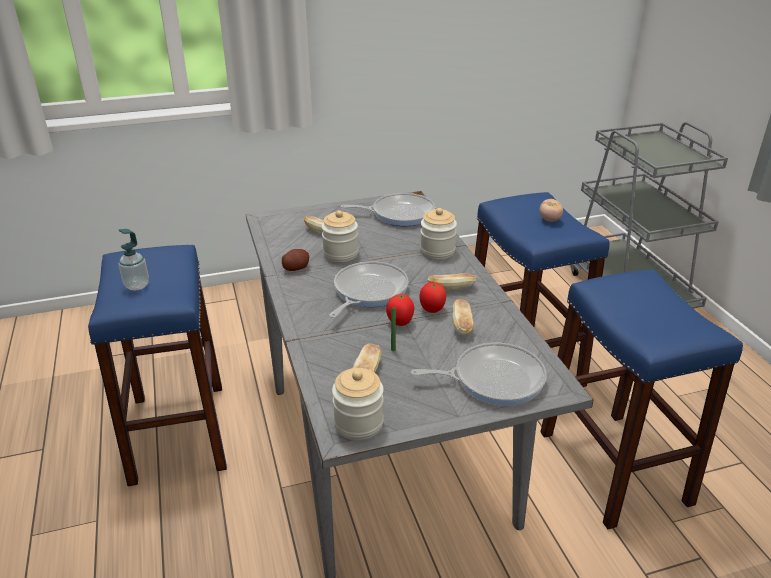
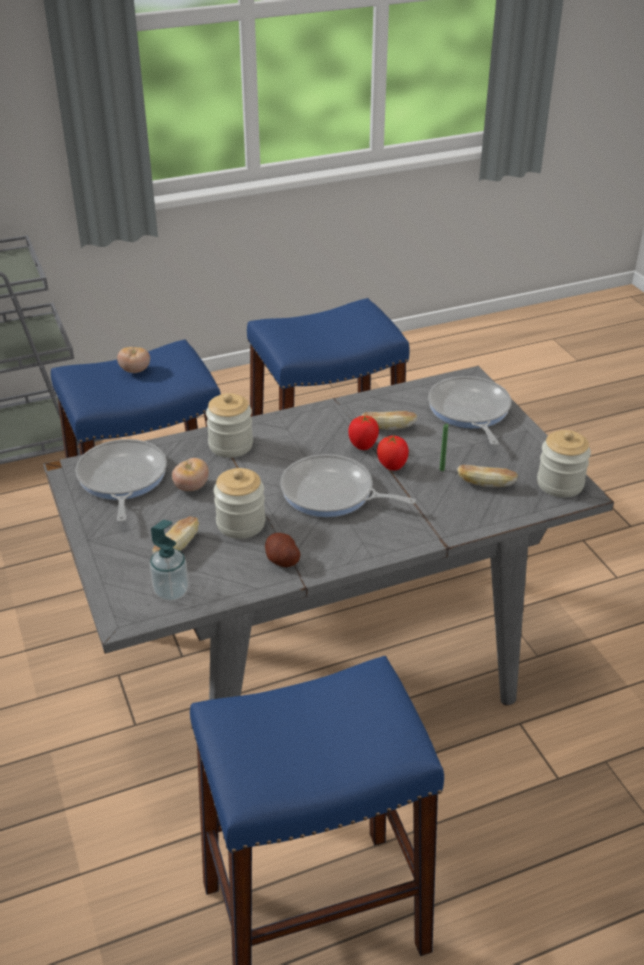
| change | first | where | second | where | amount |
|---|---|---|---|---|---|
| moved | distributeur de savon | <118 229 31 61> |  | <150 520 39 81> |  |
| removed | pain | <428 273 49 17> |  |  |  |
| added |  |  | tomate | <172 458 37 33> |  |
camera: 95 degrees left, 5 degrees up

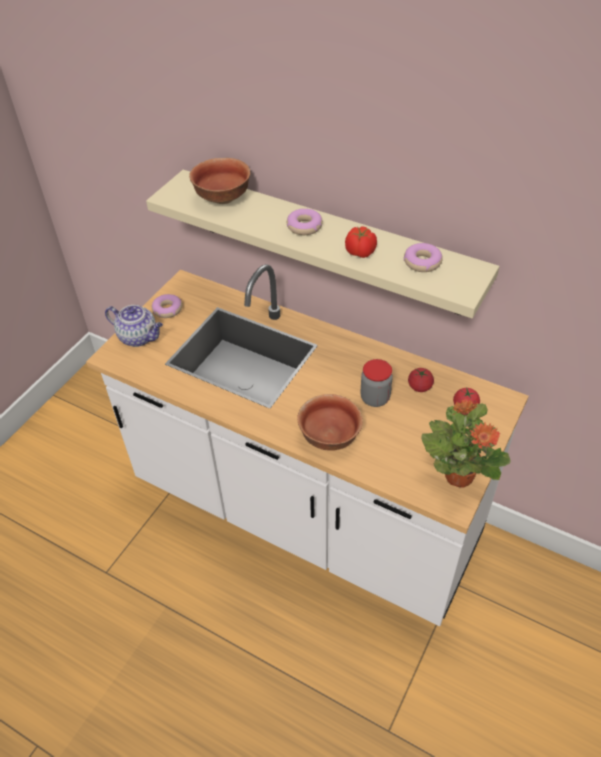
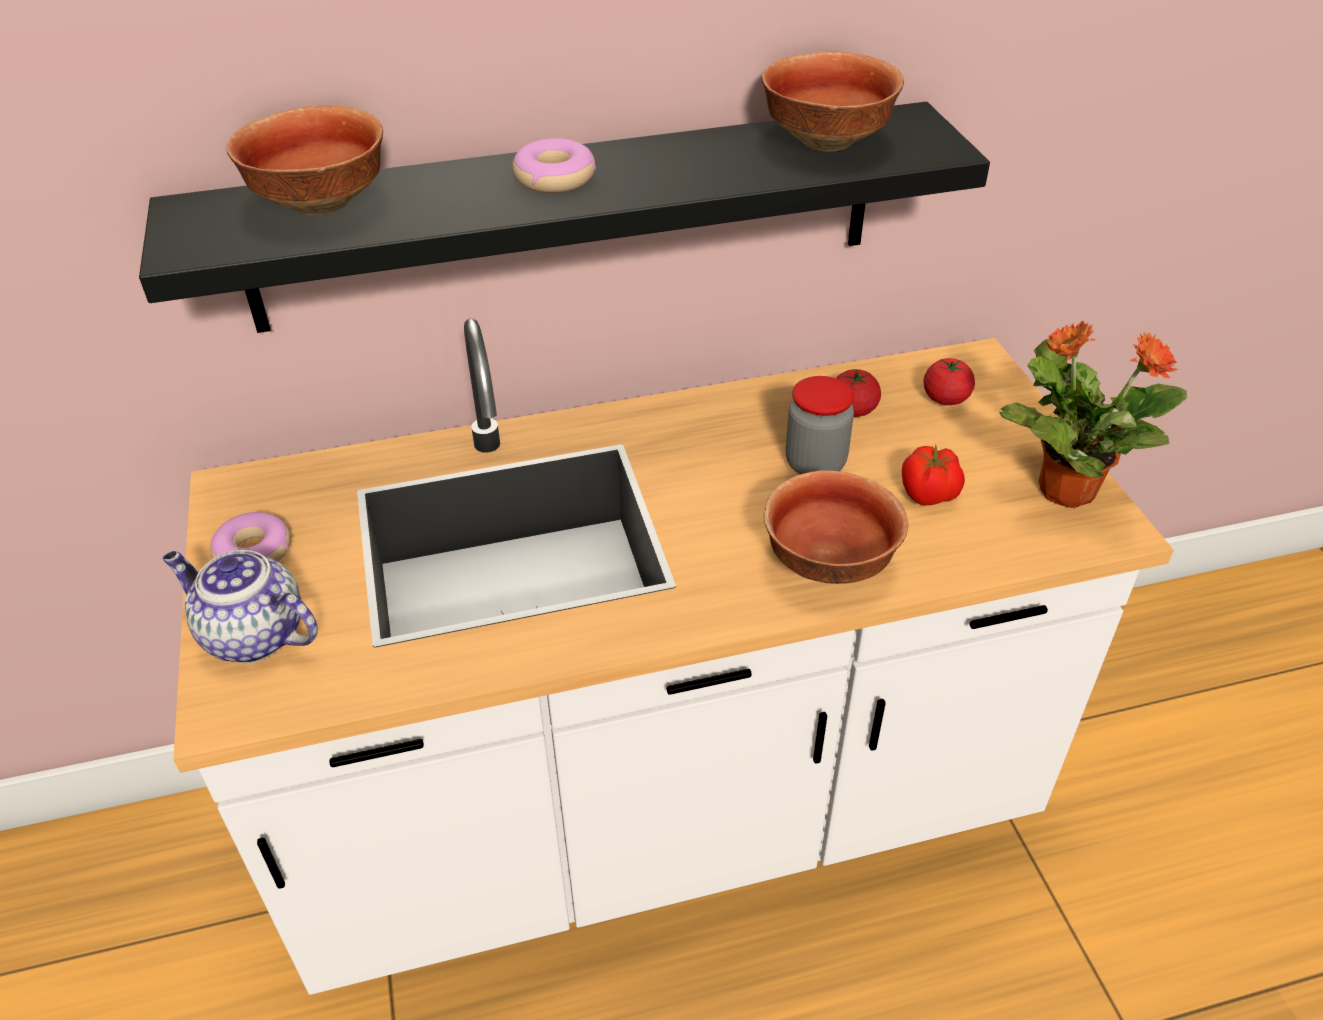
| change | first | where | second | where | amount |
|---|---|---|---|---|---|
| recoloured | étagère (beige) | <146 170 353 148> | étagère (noir) | <139 102 851 231> |  |
| moved | tomate | <345 226 32 32> |  | <902 444 63 61> |  |
| replaced | beignet | <404 243 39 29> | bol | <762 52 142 100> |  |
| turned | théière | <105 305 58 42> |  | <162 550 156 113> | 135 degrees counterclockwise |
camera: 45 degrees left, 5 degrees down

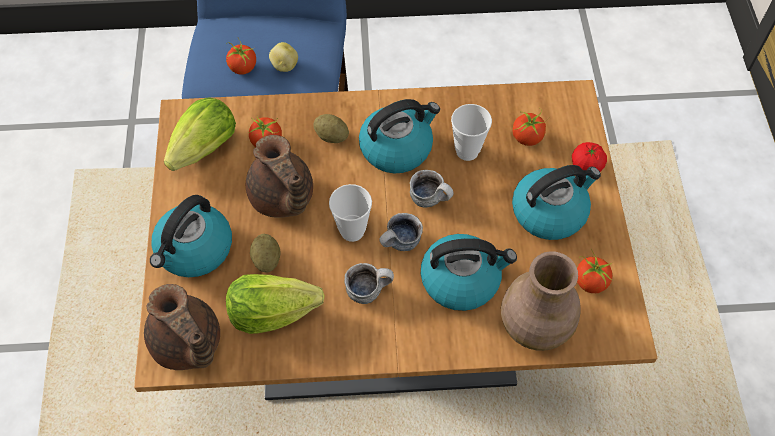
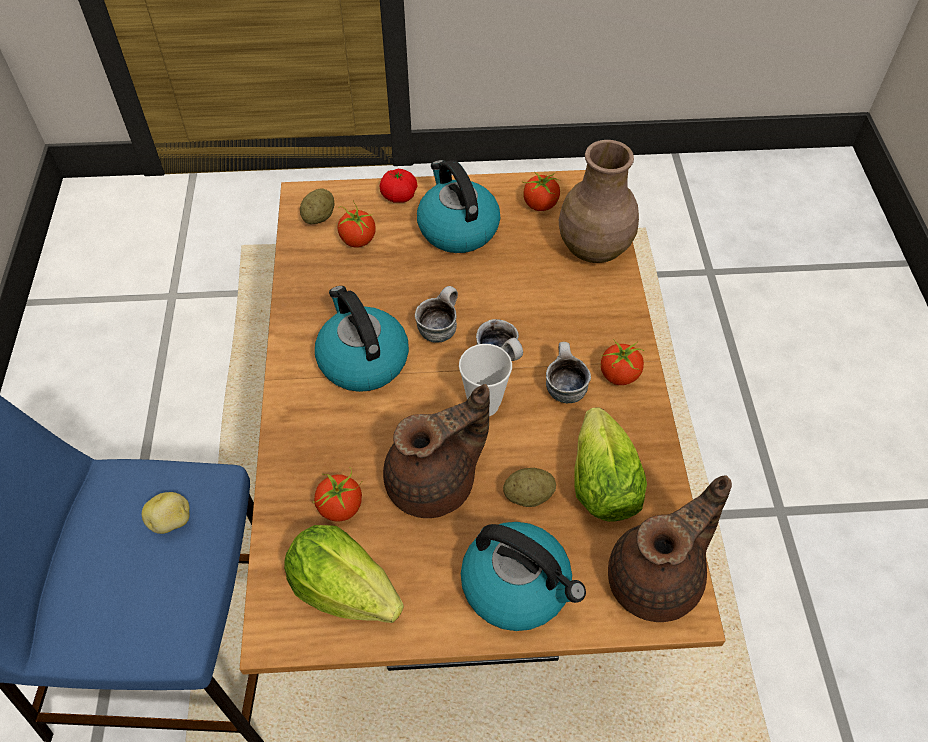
| change | first | where | second | where | amount |
|---|---|---|---|---|---|
| moved | tomate | <226 38 30 37> |  | <601 340 43 45> |  |
| removed | tasse | <451 104 41 57> |  |  |  |
| moved | pomme de terre | <313 114 36 29> |  | <300 189 34 35> |  |
| removed | bouilloire | <421 234 96 77> |  |  |  |
camera: 90 degrees left, 5 degrees down

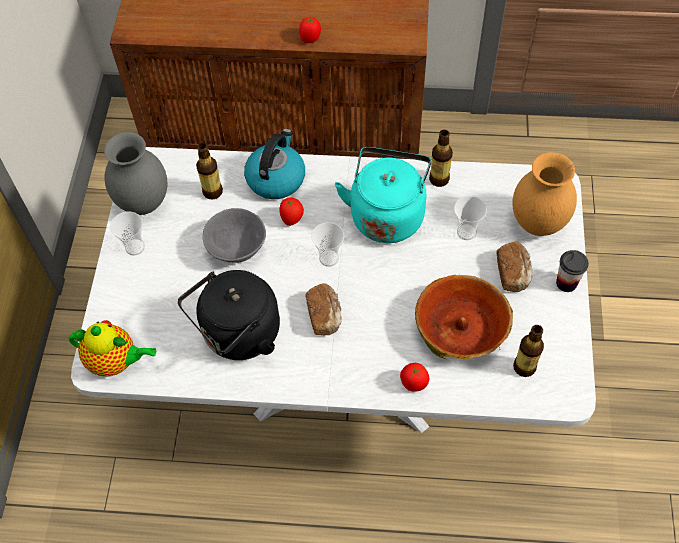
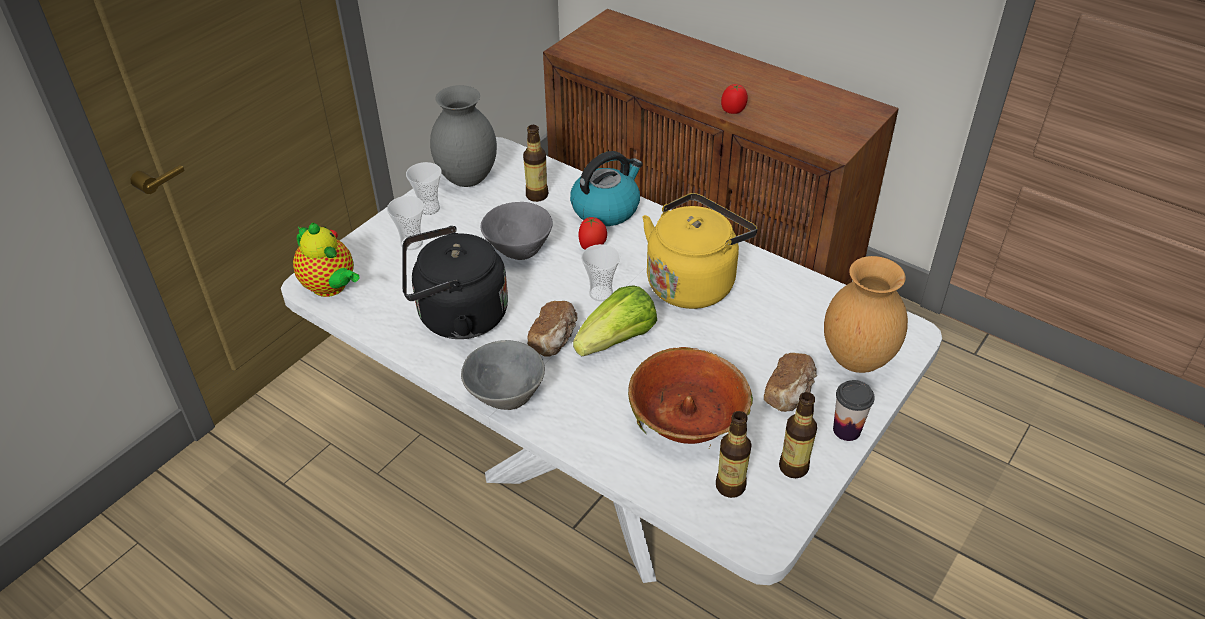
| change | first | where | second | where | amount |
|---|---|---|---|---|---|
| moved | bouteille | <429 130 24 57> |  | <779 392 38 86> |  |
| recoloured | bouilloire (turquoise) | <335 147 96 96> | bouilloire (jaune) | <642 193 115 116> |  |
| moved | tasse | <454 196 33 44> |  | <387 196 37 54> |  |
| removed | tomate | <400 363 29 29> |  |  |  |
| added |  |  | laitue | <573 285 84 72> |  |
| added |  |  | bol (gris) | <461 340 84 70> |  |
camera: 30 degrees right, 15 degrees down

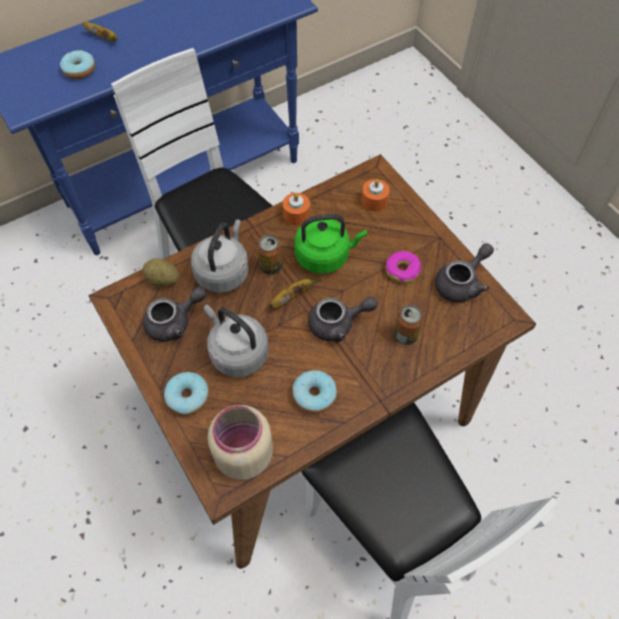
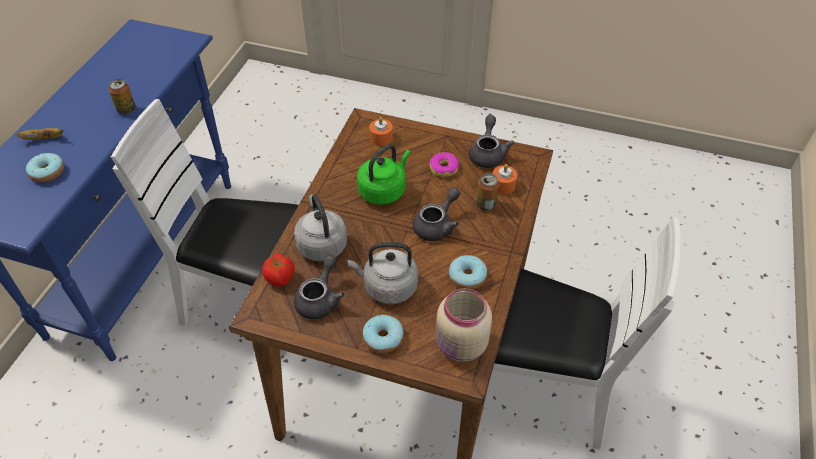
| change | first | where | second | where | amount |
|---|---|---|---|---|---|
| moved | bougie (orange) | <283 193 27 32> |  | <492 164 25 30> |  |
| moved | boîte métallique | <257 235 25 40> |  | <109 79 27 35> |  |
| replaced | pomme de terre | <143 258 36 29> | tomate | <262 254 33 33> |  |
| removed | banane | <270 279 51 29> |  |  |  |
camera: 40 degrees left, 10 degrees down

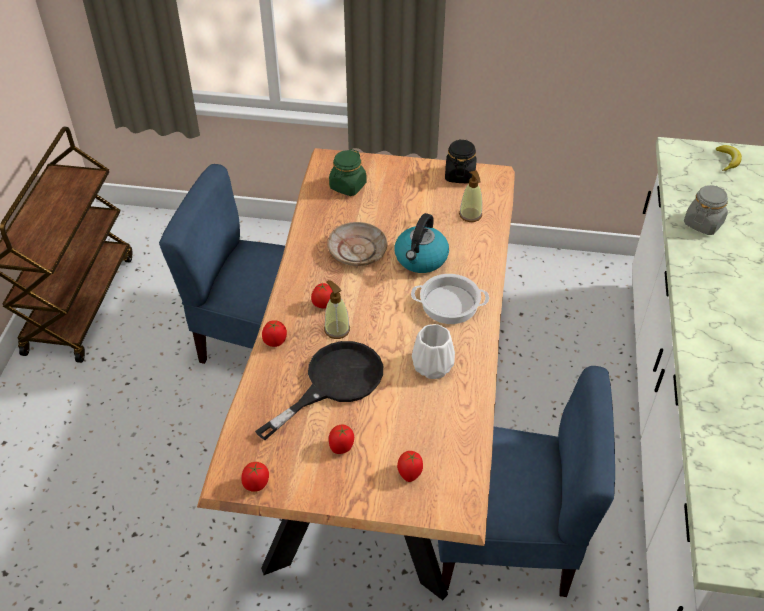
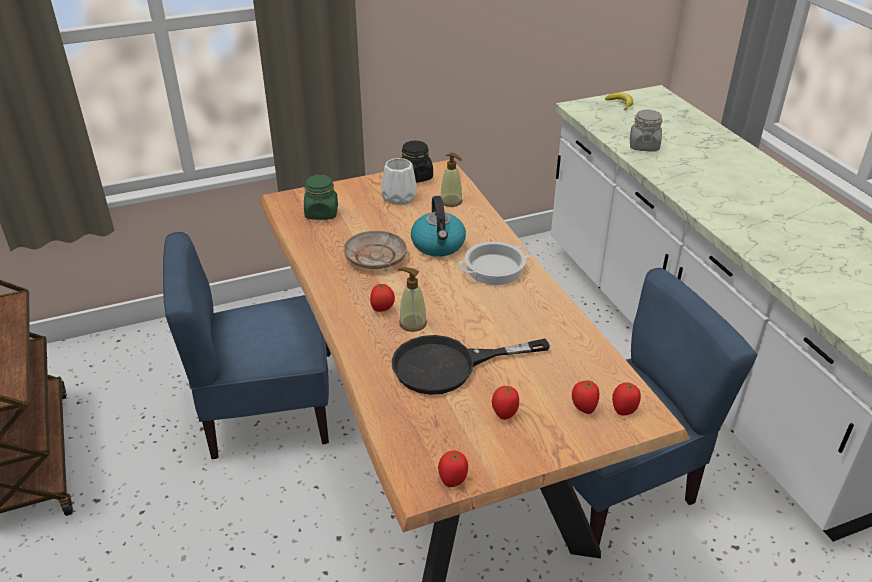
| change | first | where | second | where | amount |
|---|---|---|---|---|---|
| moved | tomate | <262 320 25 27> |  | <612 382 29 33> |  |
| moved | vase (blanc) | <412 324 43 55> |  | <381 158 36 47> |  |
| turned | poêle (noir) | <255 341 128 99> |  | <392 335 158 60> | 120 degrees counterclockwise |
camera: 30 degrees left, 10 degrees down

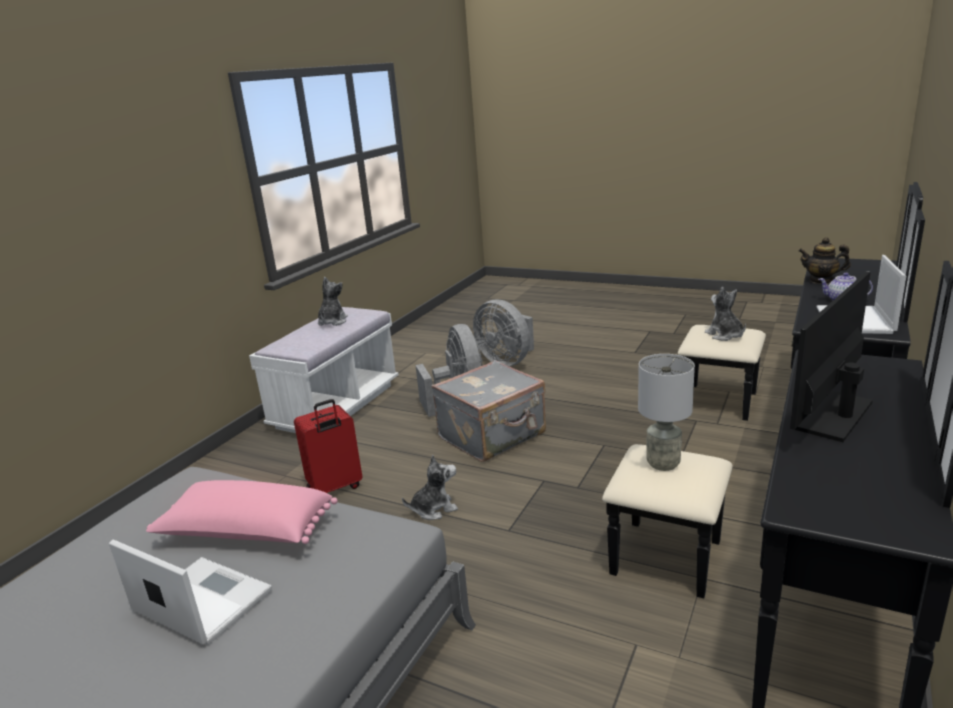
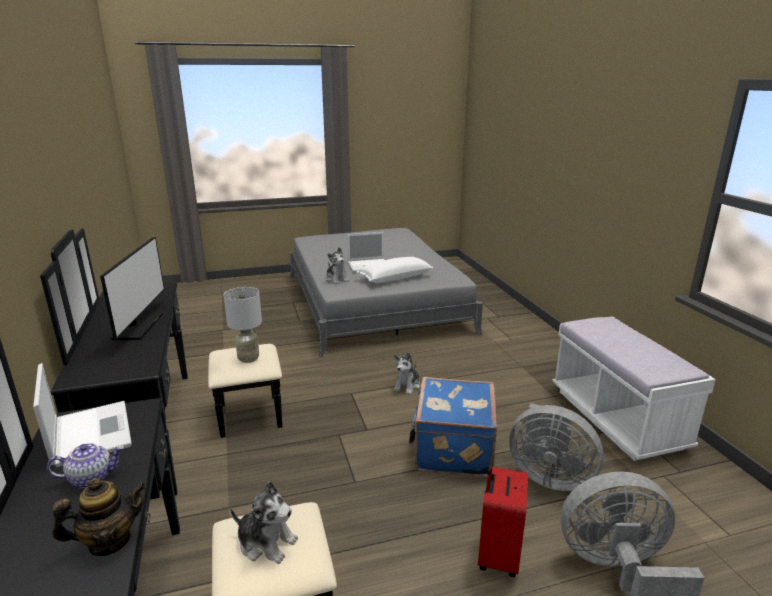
| change | first | where | second | where | amount |
|---|---|---|---|---|---|
| moved | peluche | <318 277 30 49> |  | <326 247 23 37> |  |
| recoloured | valise (gris) | <431 360 115 102> | valise (bleu) | <409 377 88 100> |  |
| moved | valise (rouge) | <294 399 68 94> |  | <478 455 50 122> |  |
| recoloured | coussin (rose) | <146 480 192 64> | coussin (blanc) | <356 257 77 26> |  |
camera: 135 degrees right, 0 degrees up

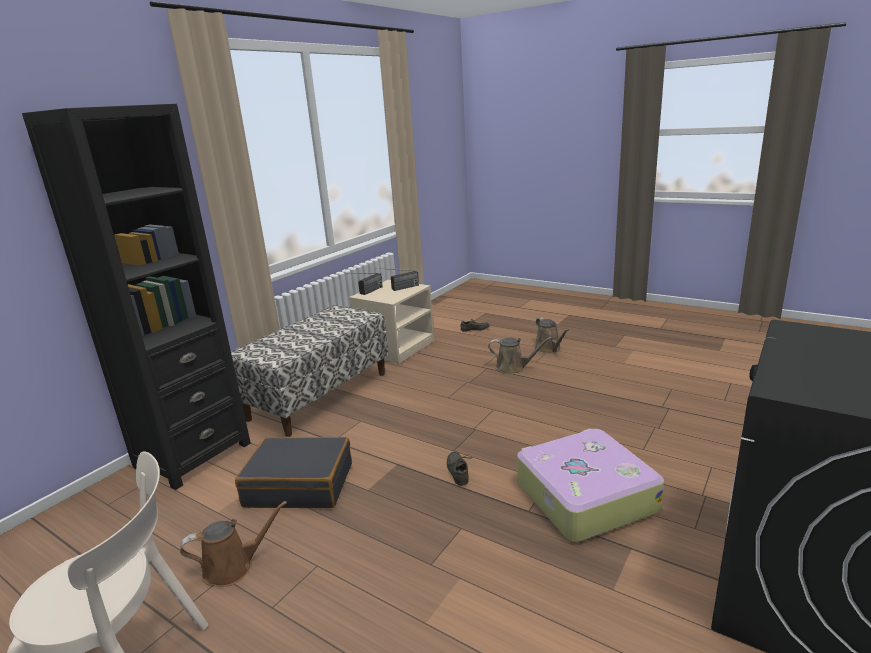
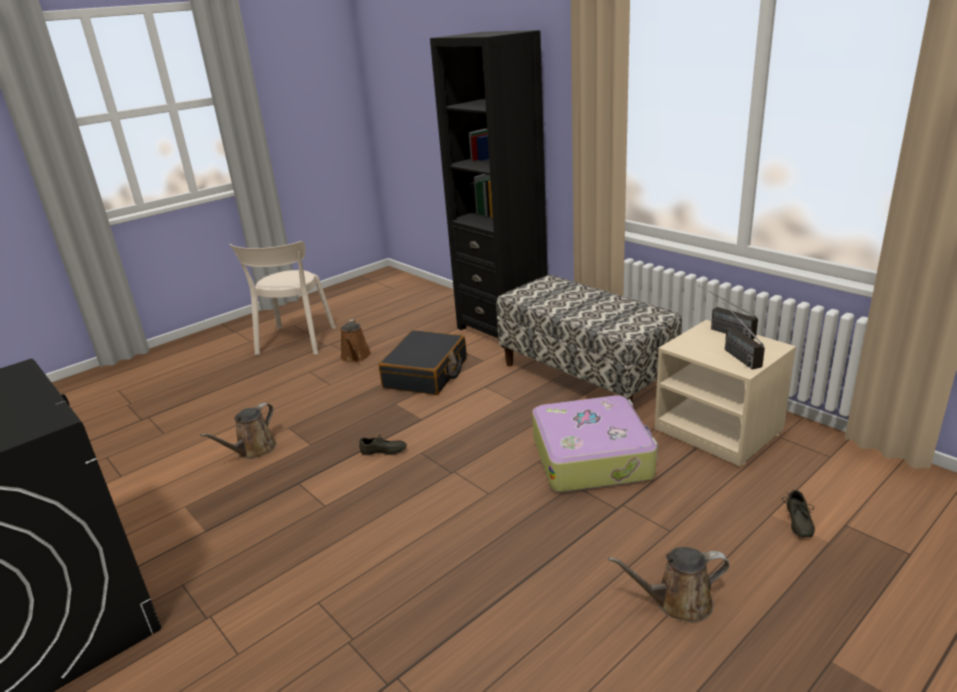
| change | first | where | second | where | amount |
|---|---|---|---|---|---|
| moved | arrosoir (marron) | <488 337 64 38> |  | <200 403 76 56> |  |
| moved | valise | <517 428 147 114> |  | <532 395 126 97> |  |
camera: 105 degrees right, 5 degrees up

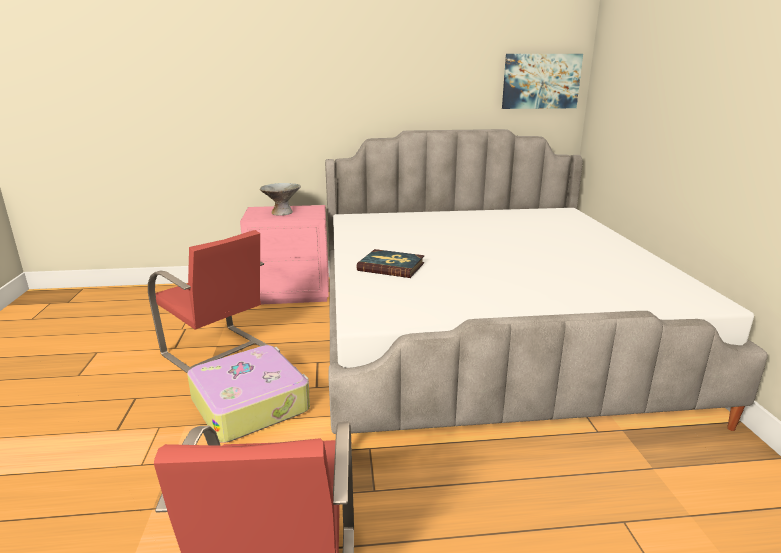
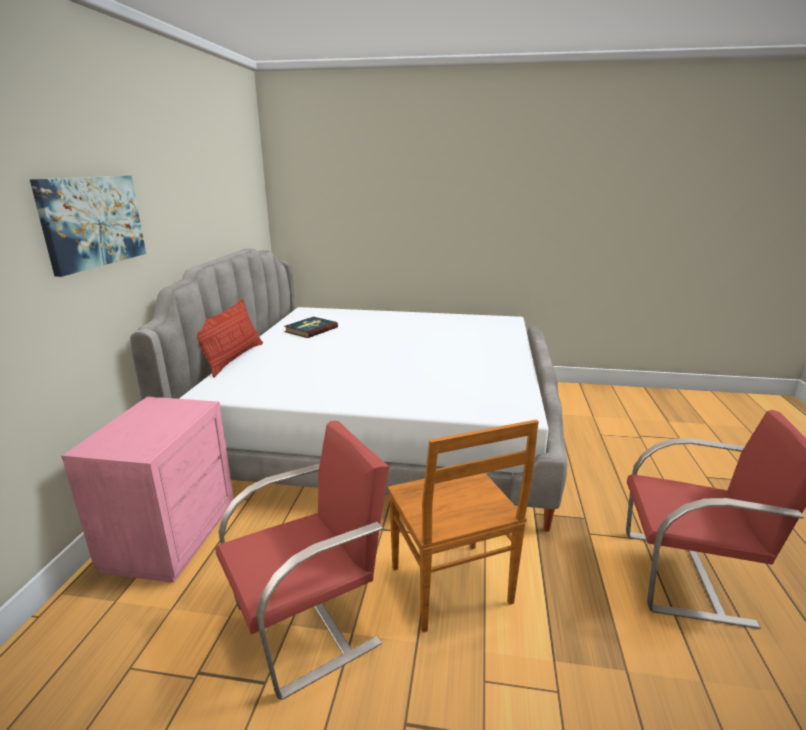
| change | first | where | second | where | amount |
|---|---|---|---|---|---|
| moved | tableau | <502 54 81 55> |  | <30 176 116 101> |  |
| removed | bol (gris) | <260 183 41 33> |  |  |  |
| moved | livre | <357 249 68 29> |  | <284 317 54 21> |  |
| replaced | valise | <187 345 123 98> | chaise (marron) | <388 420 151 212> |  |
| added |  |  | coussin | <197 299 66 78> |  |
camera: 75 degrees left, 0 degrees up

